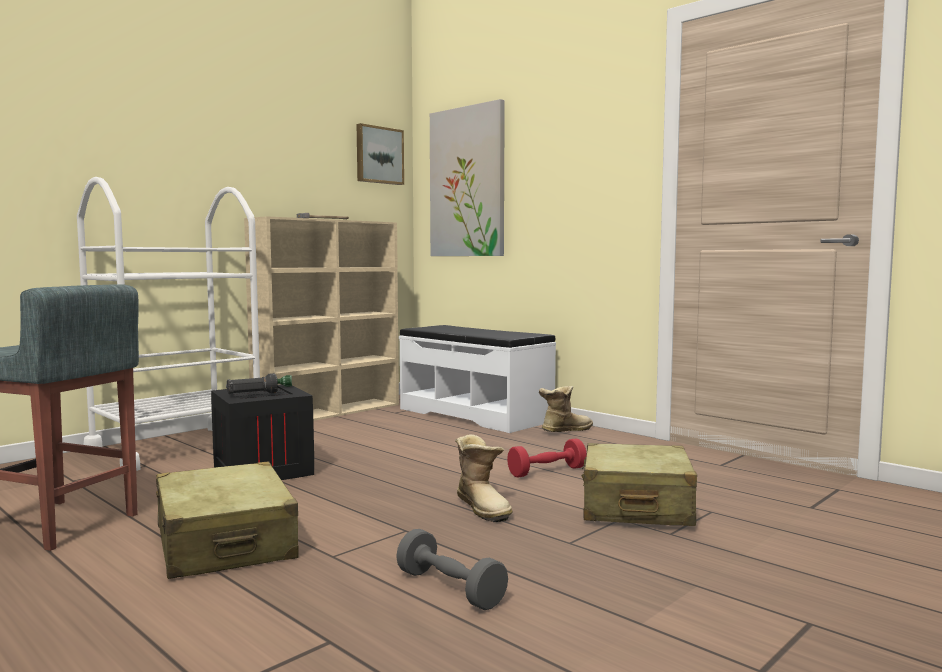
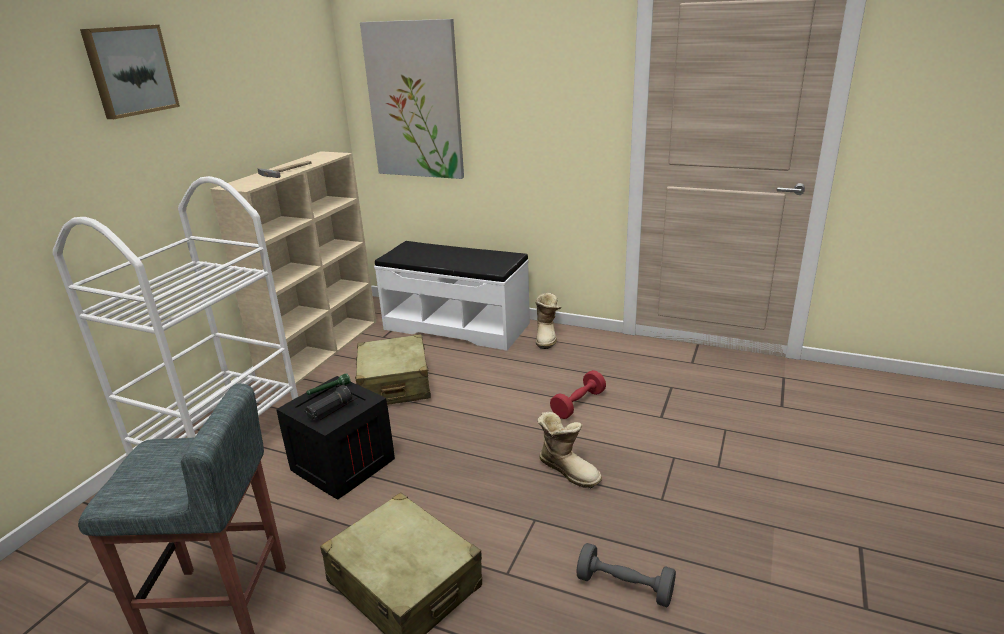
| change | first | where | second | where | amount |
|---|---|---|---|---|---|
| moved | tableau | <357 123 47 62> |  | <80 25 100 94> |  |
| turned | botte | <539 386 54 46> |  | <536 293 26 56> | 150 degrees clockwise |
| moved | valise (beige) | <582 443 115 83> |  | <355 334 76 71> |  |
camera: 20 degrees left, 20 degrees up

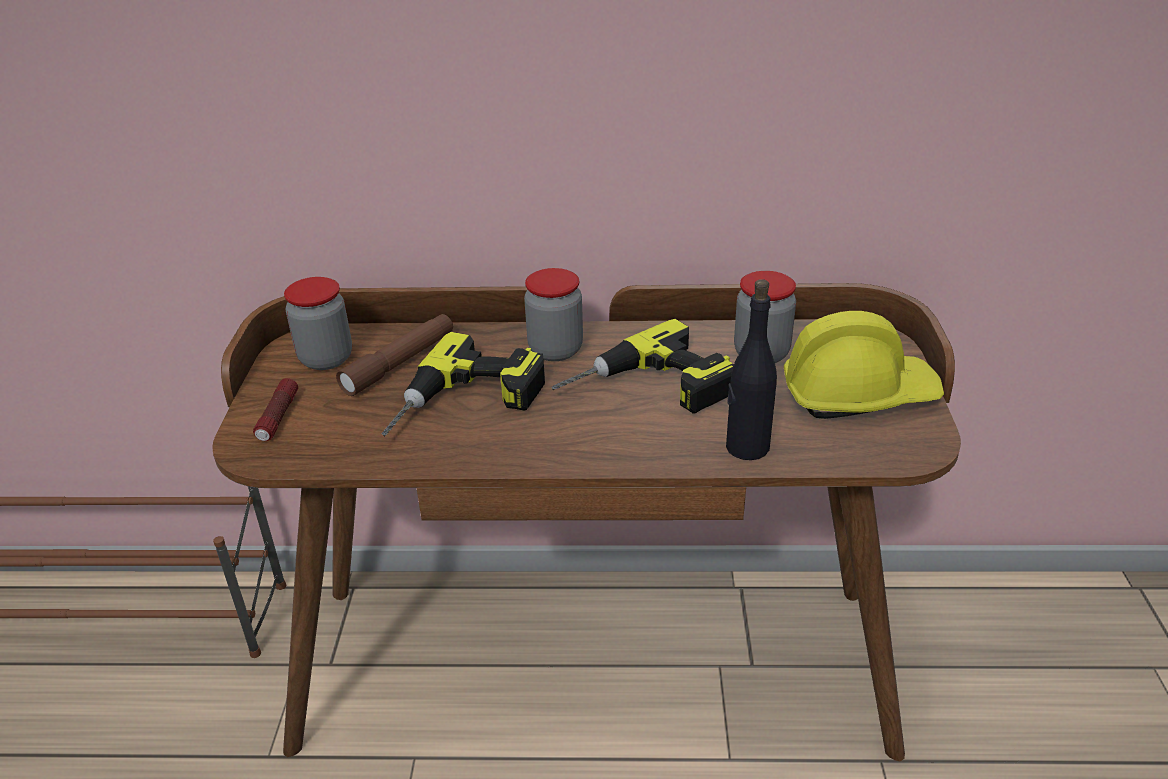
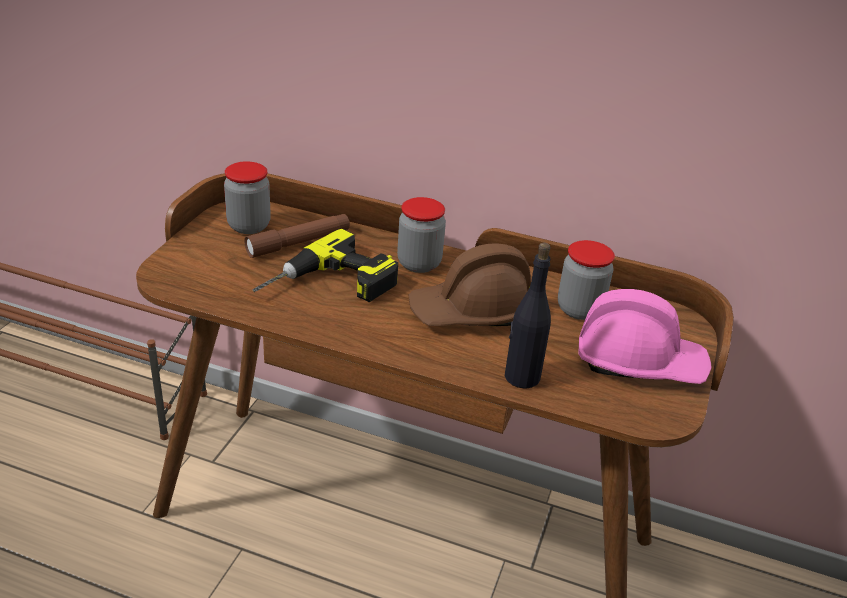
| change | first | where | second | where | amount |
|---|---|---|---|---|---|
| recoloured | casque de chantier (jaune) | <784 311 160 108> | casque de chantier (rose) | <578 289 133 95> |  |
| replaced | perceuse | <552 319 182 95> | casque de chantier (marron) | <409 243 122 83> |  |
| removed | lampe de poche | <253 378 45 63> |  |  |  |
camera: 15 degrees right, 0 degrees up

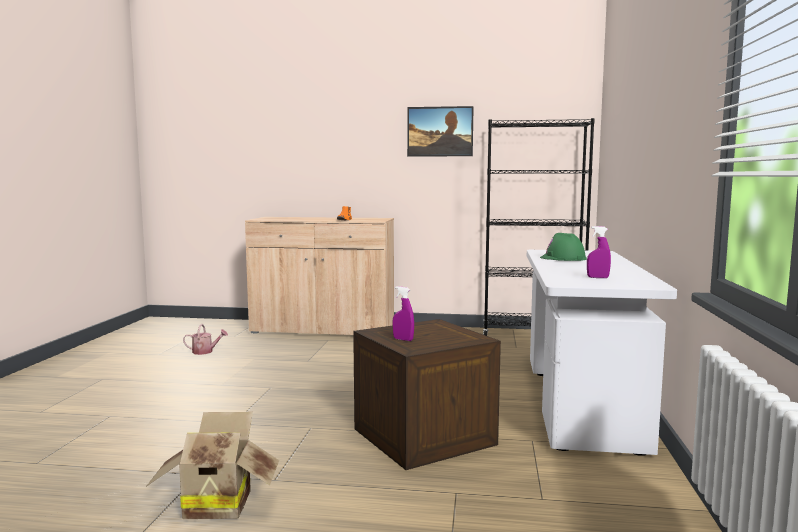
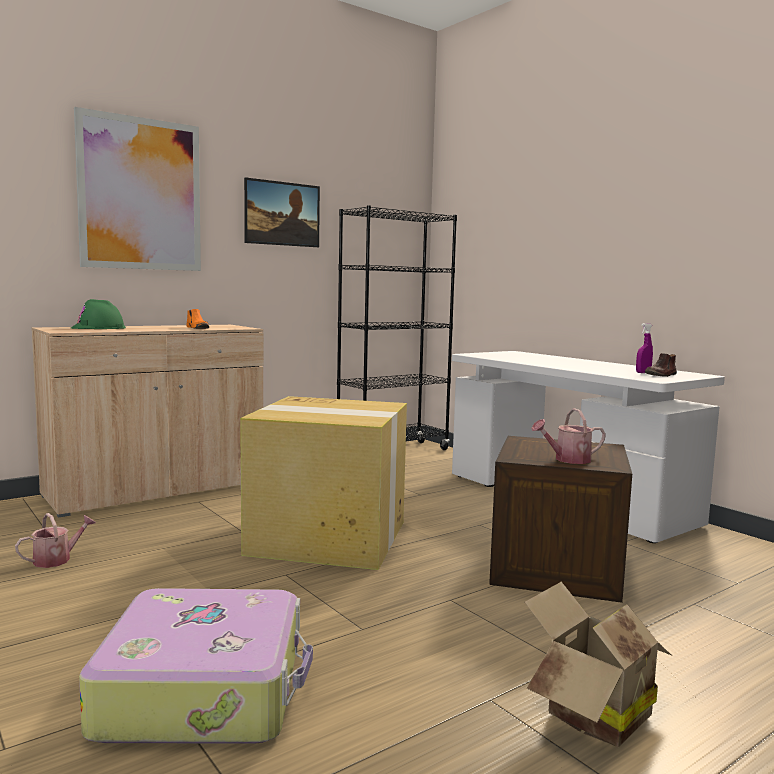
| change | first | where | second | where | amount |
|---|---|---|---|---|---|
| moved | casque de chantier (vert) | <540 233 47 28> |  | <71 299 55 30> |  |
| replaced | vaporisateur (violet) | <393 286 21 55> | arrosoir | <531 408 75 56> |  |
| added |  |  | tableau | <74 107 127 164> |  |
| added |  |  | chaussure (marron) | <645 353 32 24> |  |
| added |  |  | carton | <240 396 167 174> |  |
| added |  |  | valise | <79 588 234 156> |  |
camera: 45 degrees left, 0 degrees up

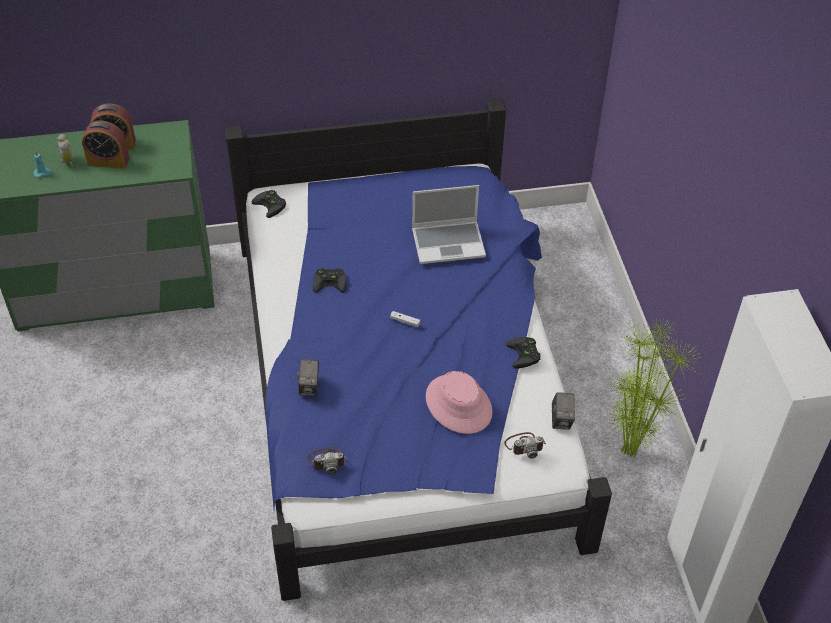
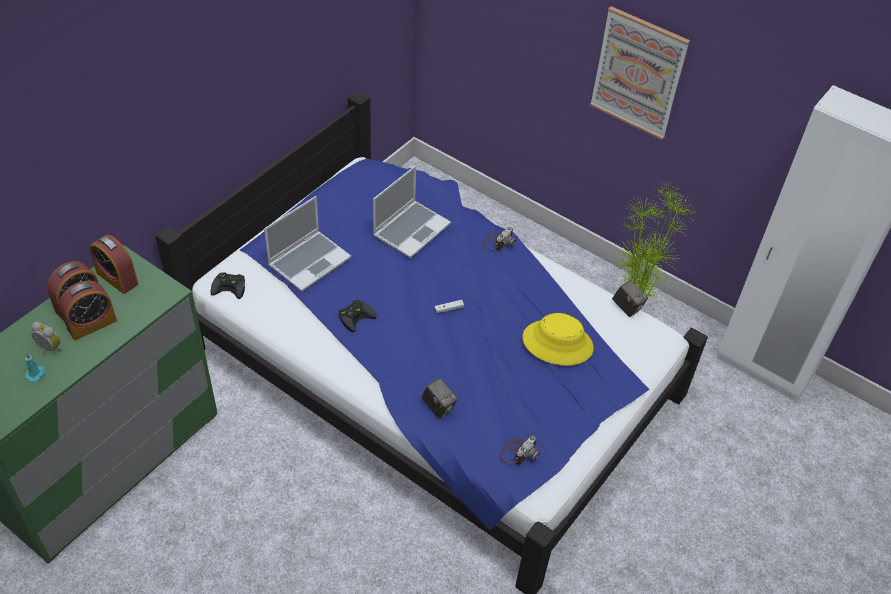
| change | first | where | second | where | amount |
|---|---|---|---|---|---|
| removed | manette (noir) | <506 337 35 31> |  |  |  |
| recoloured | chapeau (rose) | <426 371 66 63> | chapeau (jaune) | <522 313 72 53> |  |
| moved | appareil photo | <505 432 41 27> |  | <483 227 33 23> |  |
| added |  |  | tableau | <590 6 100 134> |  |
| added |  |  | ordinateur portable | <264 196 87 96> |  |
| added |  |  | réveil | <90 235 48 59> |  |
camera: 45 degrees left, 0 degrees up

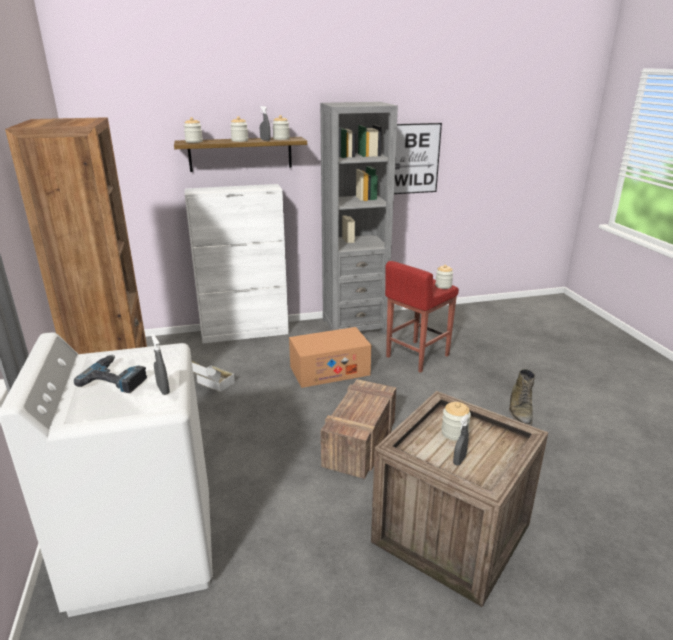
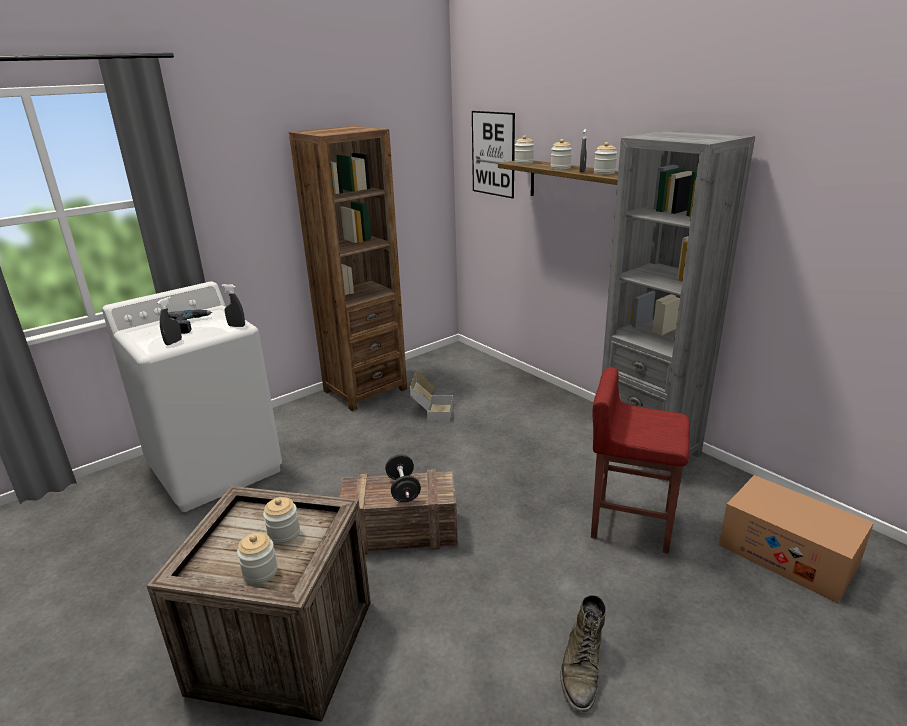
| change | first | where | second | where | amount |
|---|---|---|---|---|---|
| moved | tableau | <394 123 48 71> |  | <472 111 43 87> |  |
| removed | meuble de rangement (blanc) | <185 184 104 160> |  |  |  |
| moved | bocal | <435 265 18 24> |  | <237 533 41 51> |  |
| moved | carton | <289 327 82 61> |  | <719 475 155 128> |  |
| turned | botte (vert) | <509 369 26 57> |  | <560 595 46 117> | 60 degrees counterclockwise |
| moved | vaporisateur (gris) | <453 414 16 52> |  | <222 284 23 43> |  |
| added |  |  | haltère (noir) | <385 454 36 48> |  |
camera: 65 degrees right, 0 degrees up

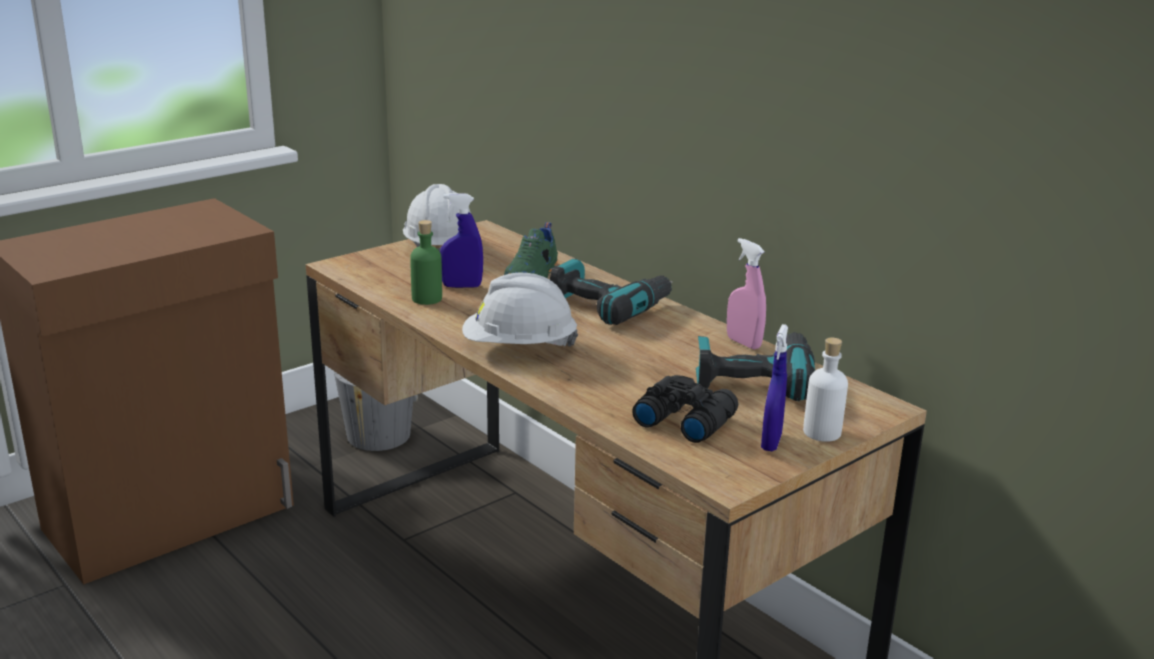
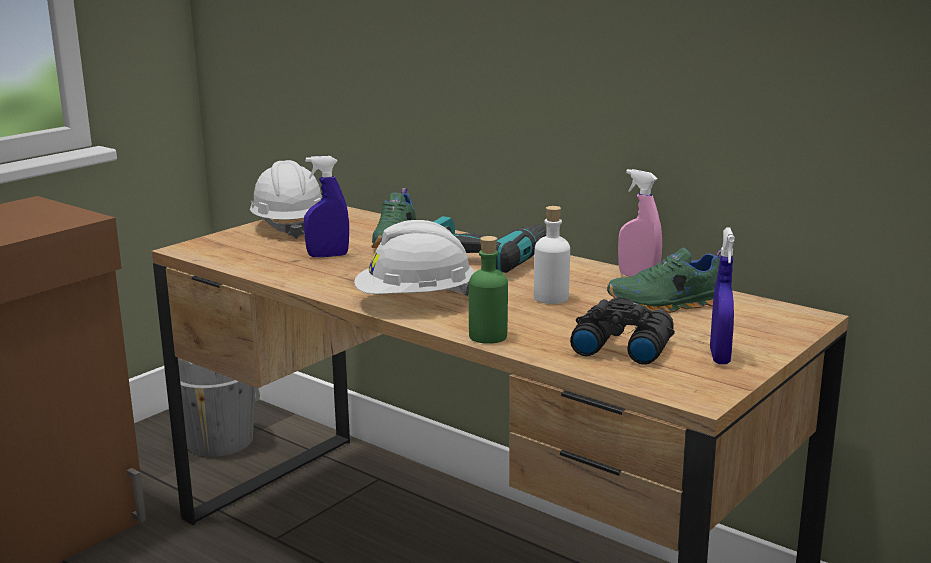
| change | first | where | second | where | amount |
|---|---|---|---|---|---|
| moved | bouteille (vert) | <410 220 32 85> |  | <469 236 39 108> |  |
| replaced | perceuse | <696 332 119 69> | chaussure (vert) | <607 248 114 65> |  |
| moved | bouteille (blanc) | <803 338 45 104> |  | <534 206 36 98> |  |
camera: 10 degrees left, 5 degrees down

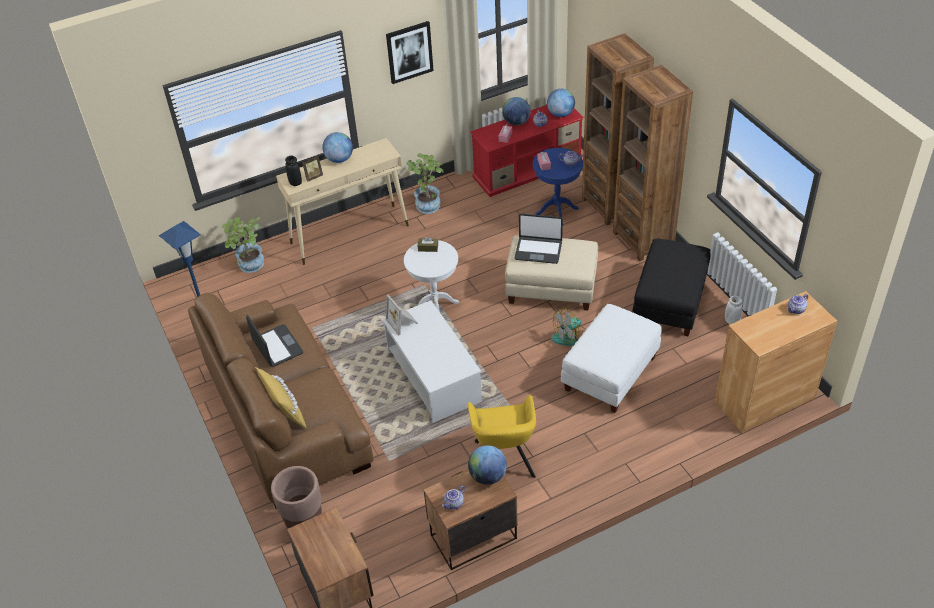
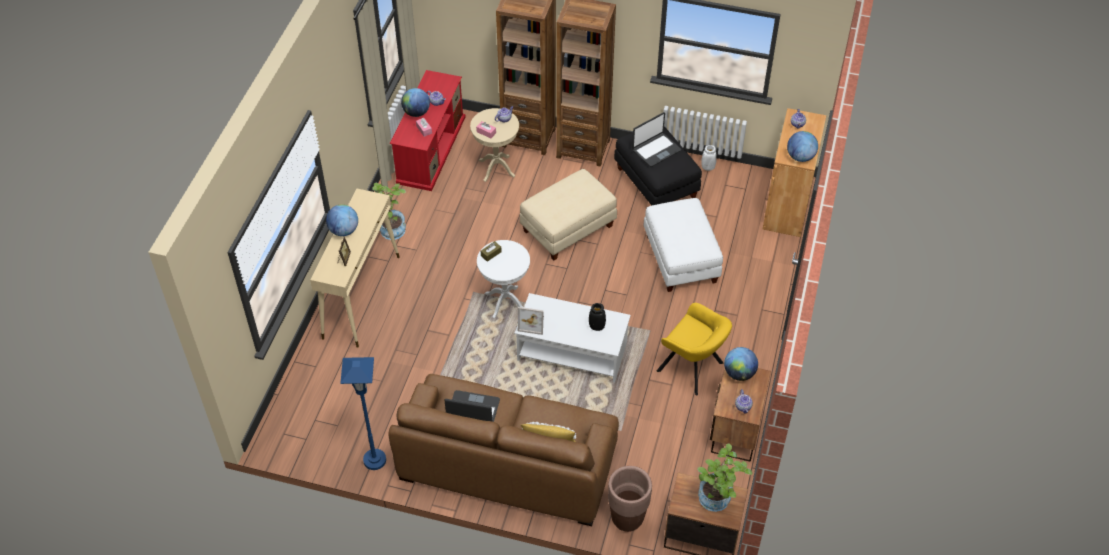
| change | first | where | second | where | amount |
|---|---|---|---|---|---|
| removed | tableau | <386 21 48 63> |  |  |  |
| moved | globe | <547 89 28 28> |  | <787 131 31 31> |  |
| recoloured | table d'appoint (bleu) | <533 148 50 69> | table d'appoint (beige) | <470 108 49 74> |  |
| moved | vase (noir) | <285 156 17 30> |  | <589 303 17 28> |  |
| moved | ordinateur portable | <515 214 48 50> |  | <632 112 49 55> |  |
| moved | plante en pot | <222 217 42 56> |  | <697 444 55 68> |  |
| removed | ventilateur | <551 308 35 38> |  |  |  |
camera: 50 degrees left, 5 degrees up

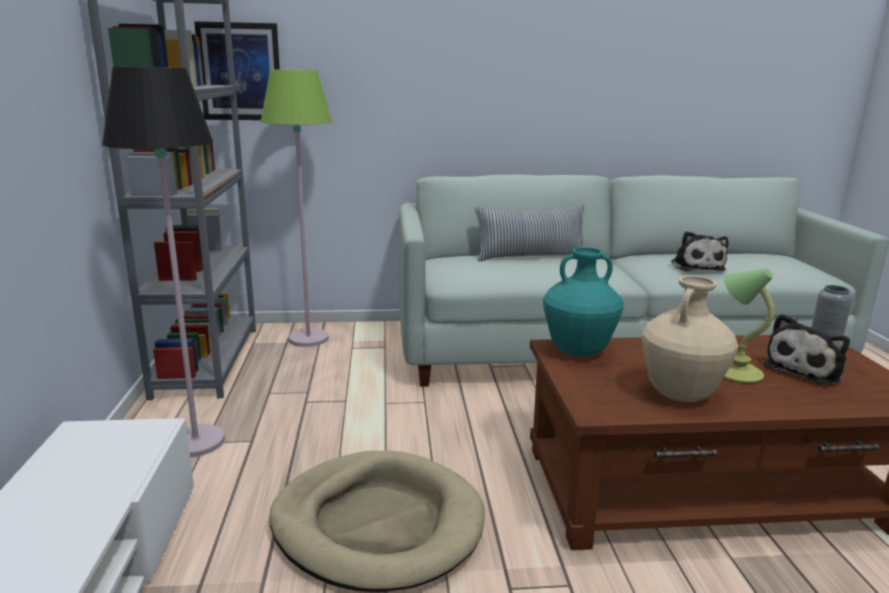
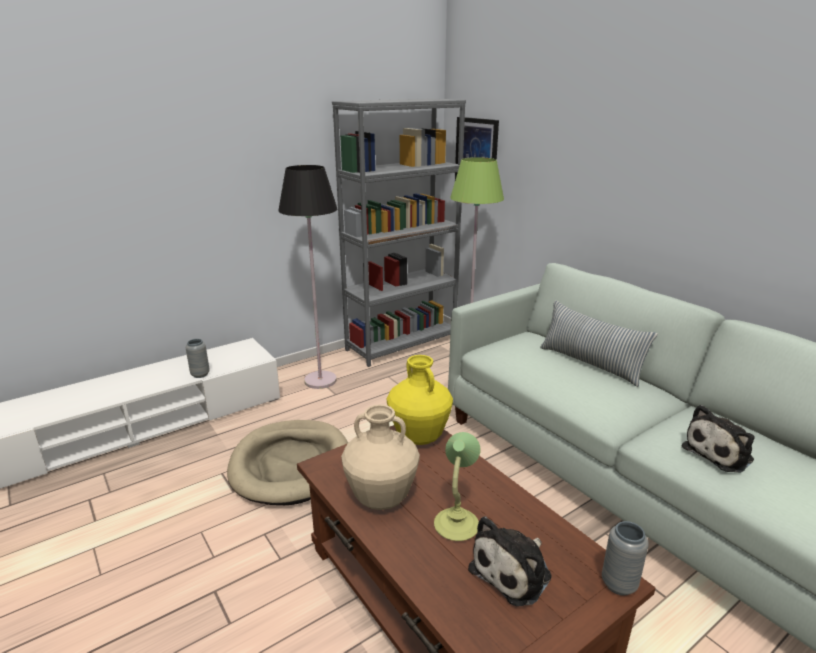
| change | first | where | second | where | amount |
|---|---|---|---|---|---|
| recoloured | vase (turquoise) | <543 247 81 110> | vase (jaune) | <387 355 66 90> |  |
| turned | peluche | <764 314 86 70> |  | <468 517 84 90> | 60 degrees counterclockwise |
| added |  |  | vase (gris) | <186 339 24 39> |  |
camera: 60 degrees right, 5 degrees up

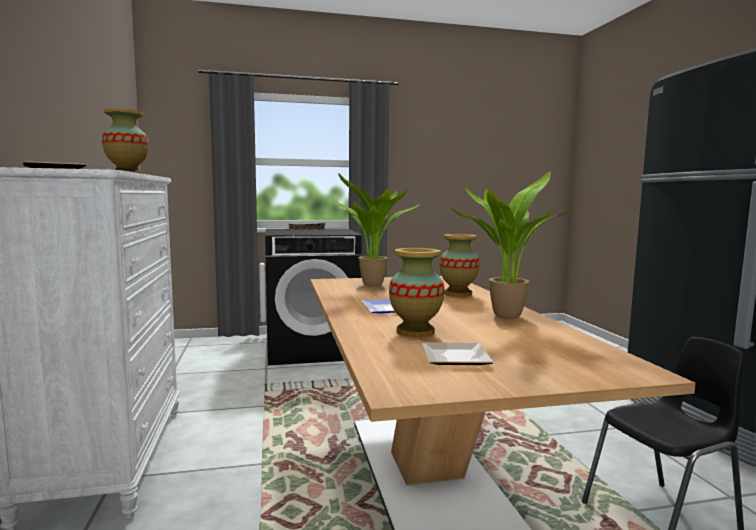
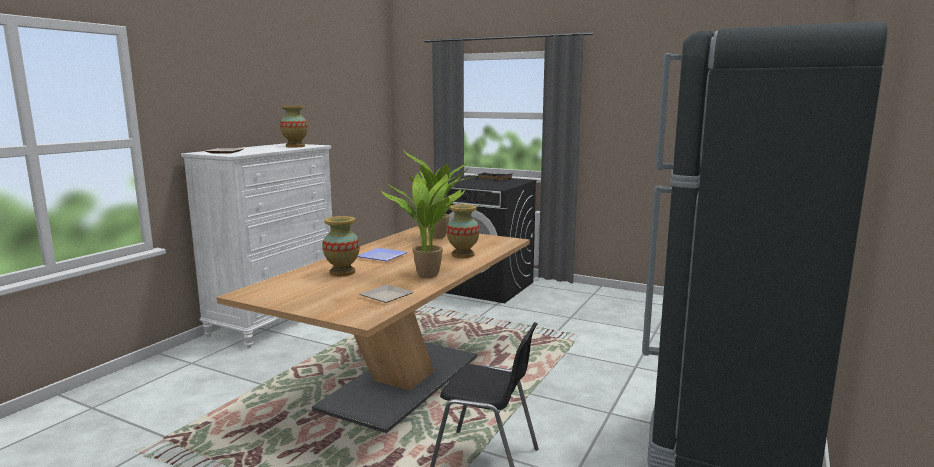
| change | first | where | second | where | amount |
|---|---|---|---|---|---|
| moved | assiette | <422 343 72 22> |  | <360 285 54 18> |  |
camera: 40 degrees right, 5 degrees up

